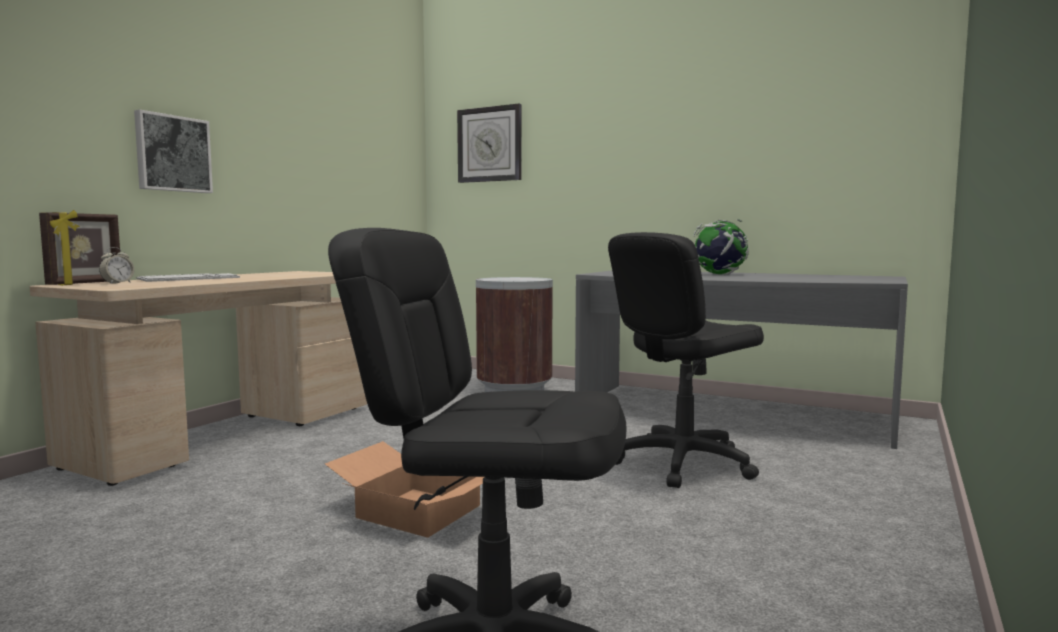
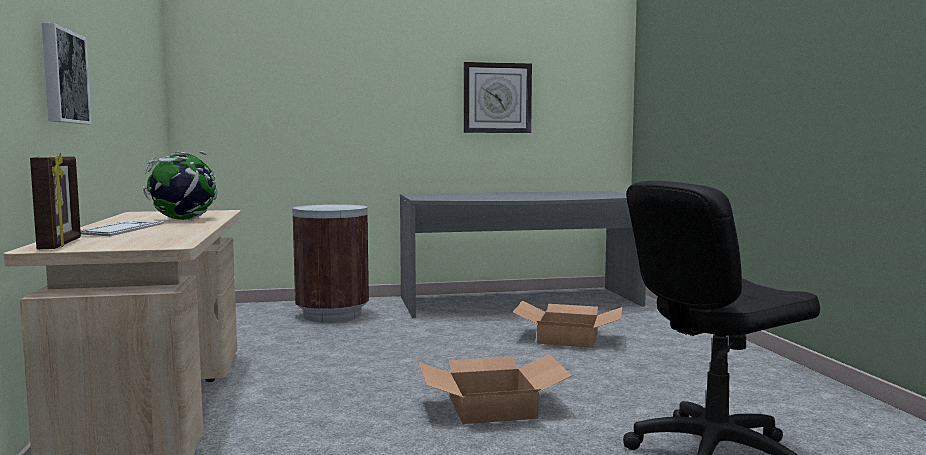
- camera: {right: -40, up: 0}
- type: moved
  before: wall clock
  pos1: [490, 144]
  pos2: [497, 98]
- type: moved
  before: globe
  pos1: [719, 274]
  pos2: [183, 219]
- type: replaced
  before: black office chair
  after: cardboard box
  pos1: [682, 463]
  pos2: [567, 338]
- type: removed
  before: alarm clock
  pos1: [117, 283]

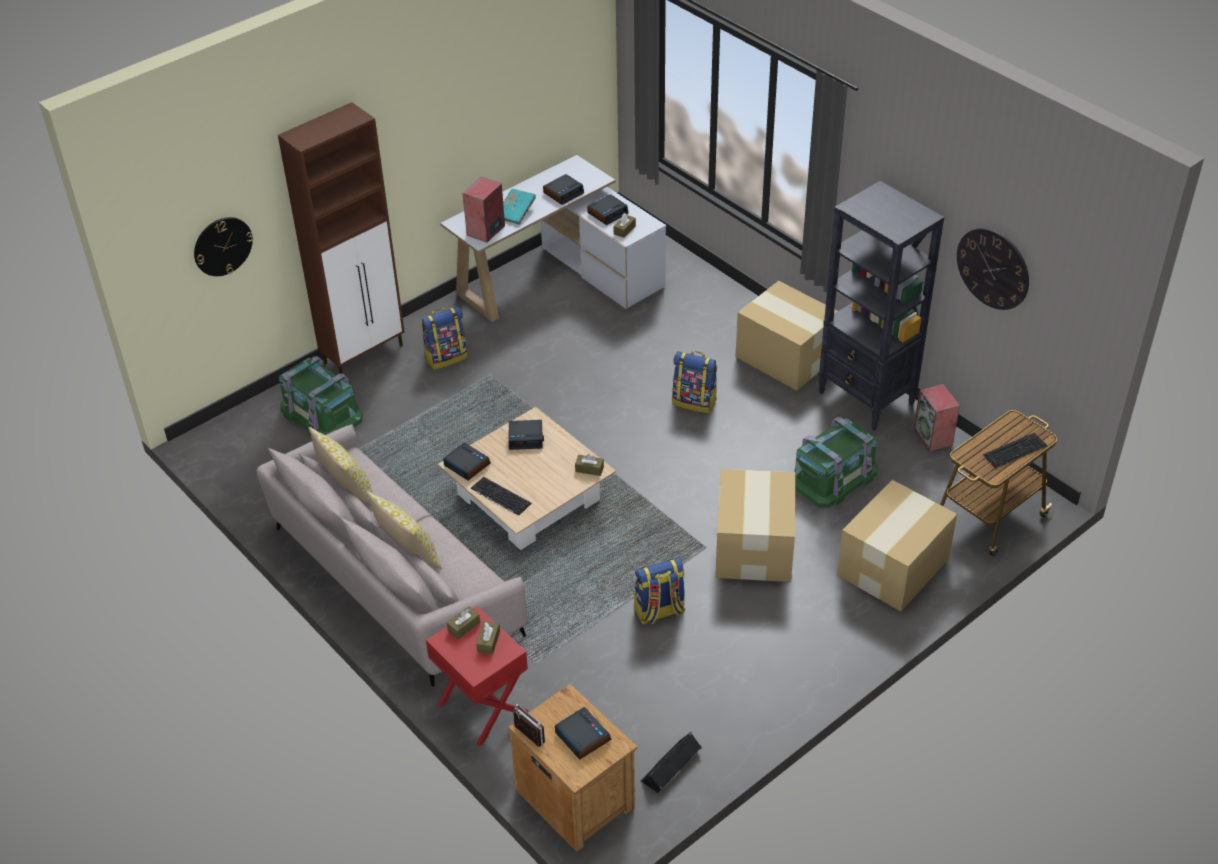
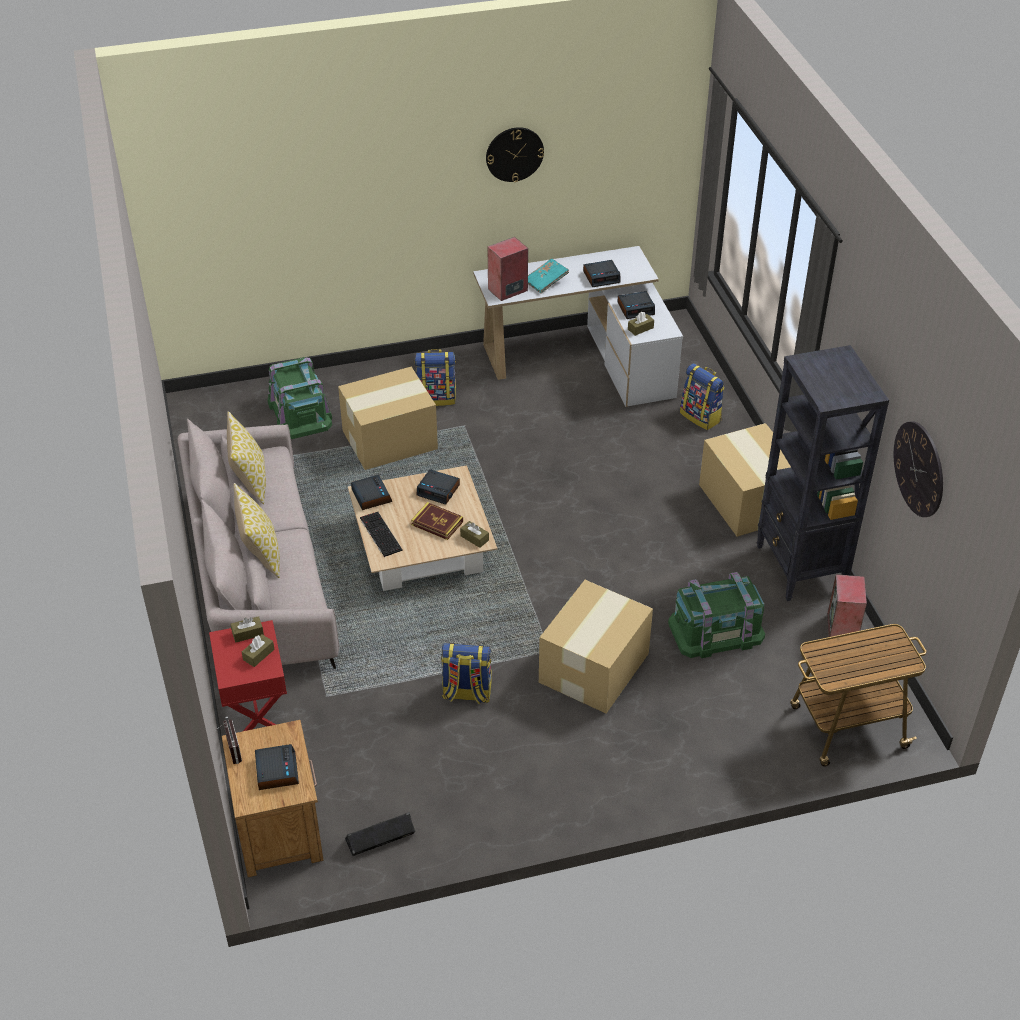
- camera: {right: 25, up: 0}
- type: removed
  before: brown cabinet
  pos1: [364, 354]
- type: moved
  before: wall clock
  pos1: [222, 246]
  pos2: [514, 154]
- type: moved
  before: backpack
  pos1: [695, 401]
  pos2: [701, 417]
- type: removed
  before: keyboard
  pos1: [1015, 450]
- type: moved
  before: cardboard box
  pos1: [894, 566]
  pos2: [391, 440]
- type: added
  after: book
  pos2: [437, 523]

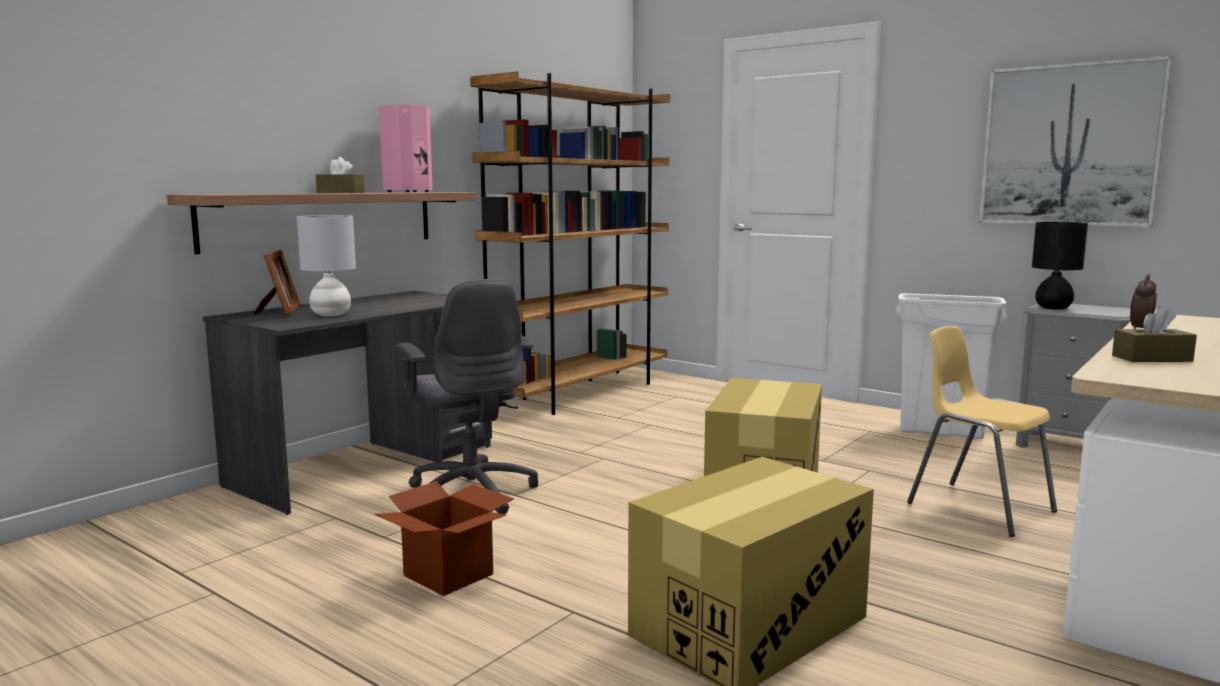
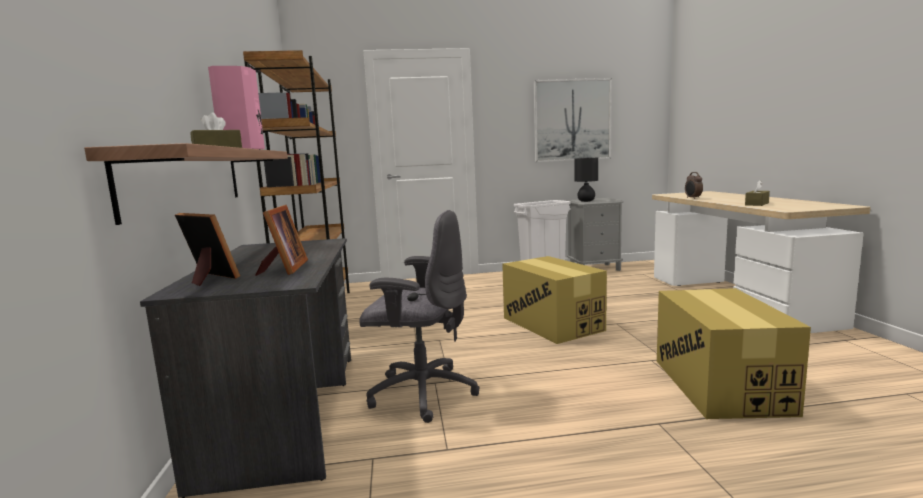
- camera: {right: -45, up: 0}
- type: replaced
  before: grey table lamp
  after: picture frame
  pos1: [331, 314]
  pos2: [284, 269]
- type: removed
  before: yellow chair
  pos1: [978, 507]
- type: removed
  before: cardboard box
  pos1: [448, 575]

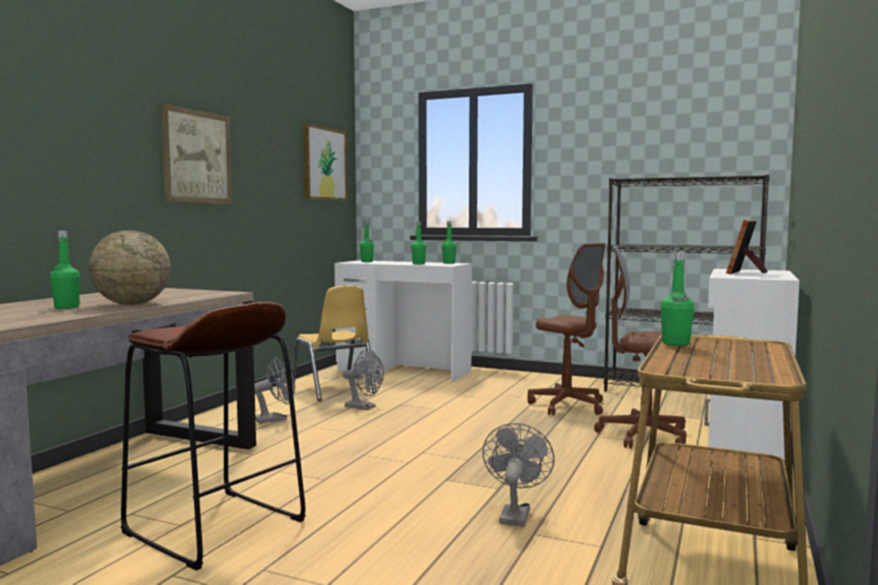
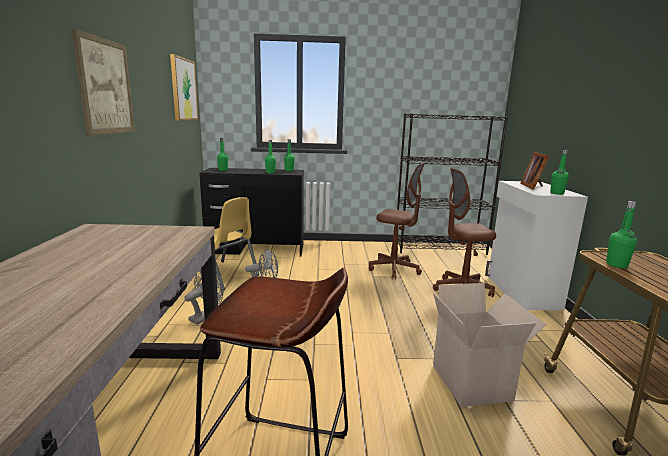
- camera: {right: -25, up: 10}
- type: removed
  before: globe
  pos1: [132, 304]
- type: moved
  before: green bottle
  pos1: [66, 307]
  pos2: [557, 193]
- type: recoloured
  before: white desk
  after: black desk
  pos1: [403, 370]
  pos2: [256, 249]
- type: replaced
  before: grey fan
  after: cardboard box
  pos1: [515, 514]
  pos2: [474, 383]

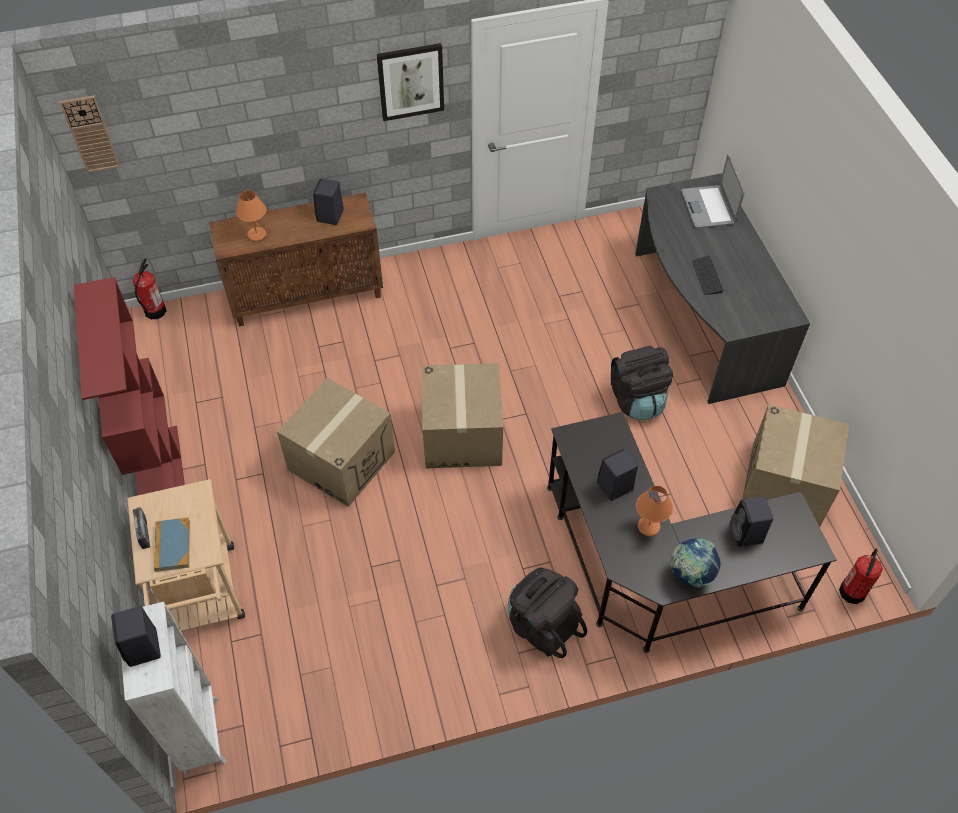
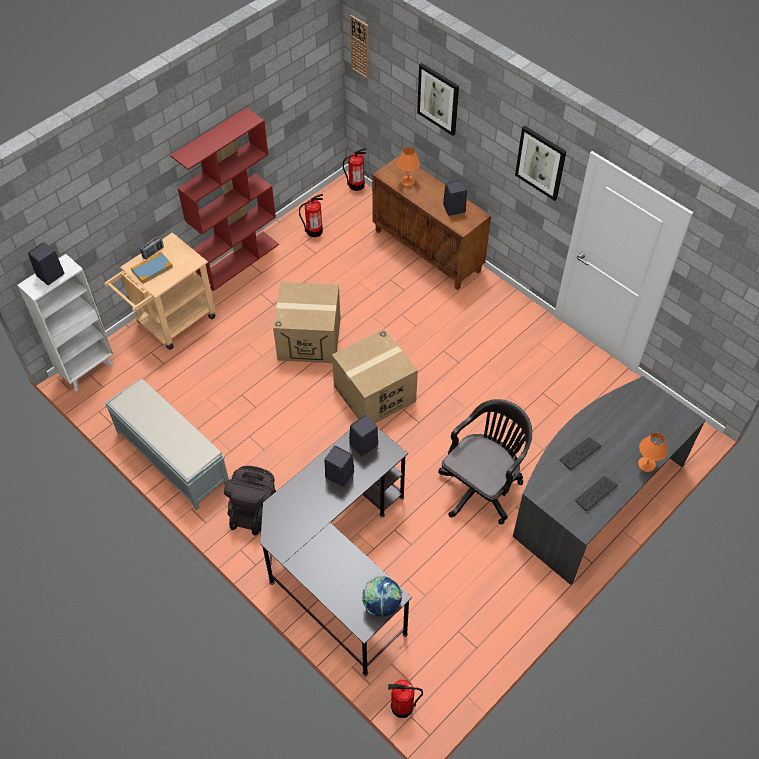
- camera: {right: 60, up: 0}
- type: removed
  before: laptop
  pos1: [708, 207]
- type: replaced
  before: black backpack
  after: black office chair
  pos1: [637, 399]
  pos2: [482, 486]
- type: removed
  before: cardboard box
  pos1: [785, 484]
- type: moved
  before: orange table lamp
  pos1: [648, 526]
  pos2: [646, 464]
- type: moved
  before: black speaker
  pos1: [747, 534]
  pos2: [363, 445]
- type: moved
  before: globe
  pos1: [691, 573]
  pos2: [382, 604]
- type: added
  after: picture
  pos2: [438, 99]
- type: added
  after: fire extinguisher
  pos2: [314, 231]
- type: added
  after: grey bench
  pos2: [171, 457]
- type: added
  after: keyboard
  pos2: [595, 493]

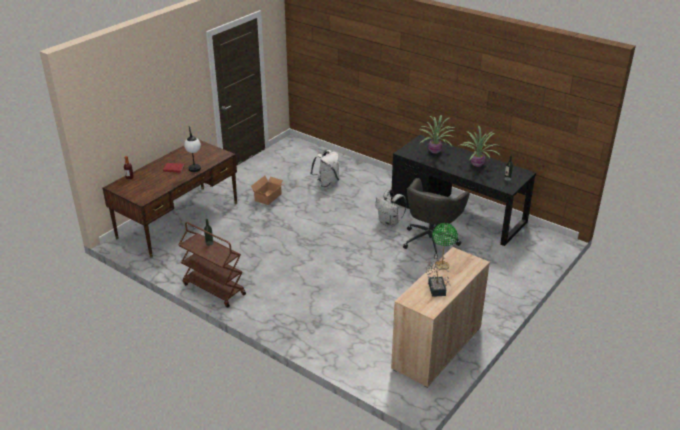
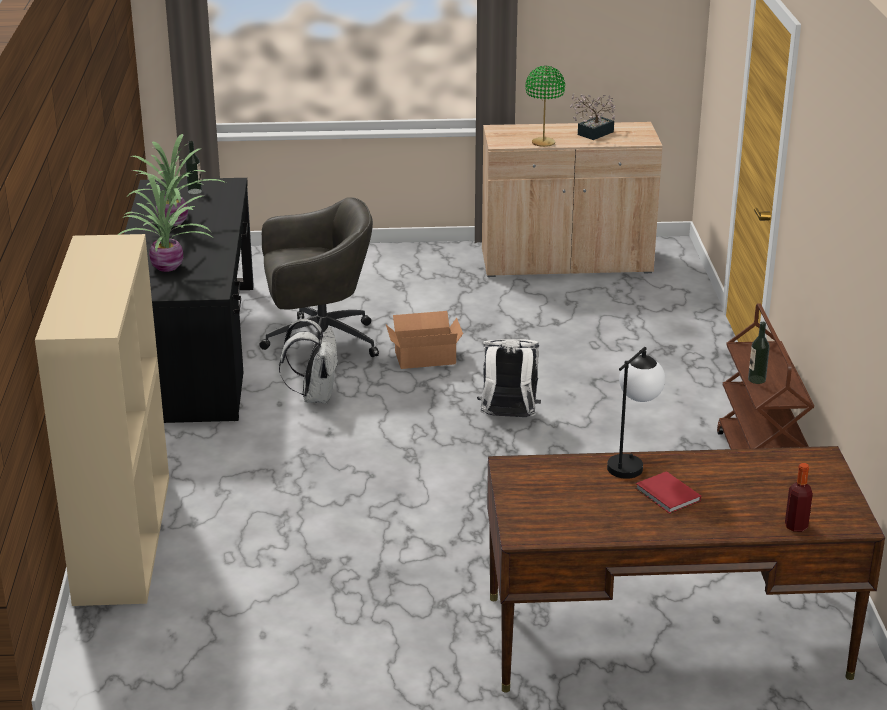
- camera: {right: -130, up: -5}
- type: moved
  before: white backpack
  pos1: [326, 183]
  pos2: [508, 418]
- type: moved
  before: cardboard box
  pos1: [269, 197]
  pos2: [423, 356]
- type: added
  after: beige bookcase
  pos2: [122, 537]

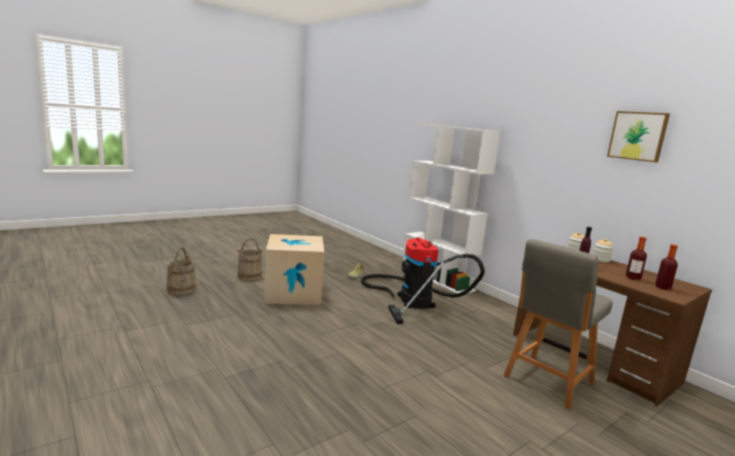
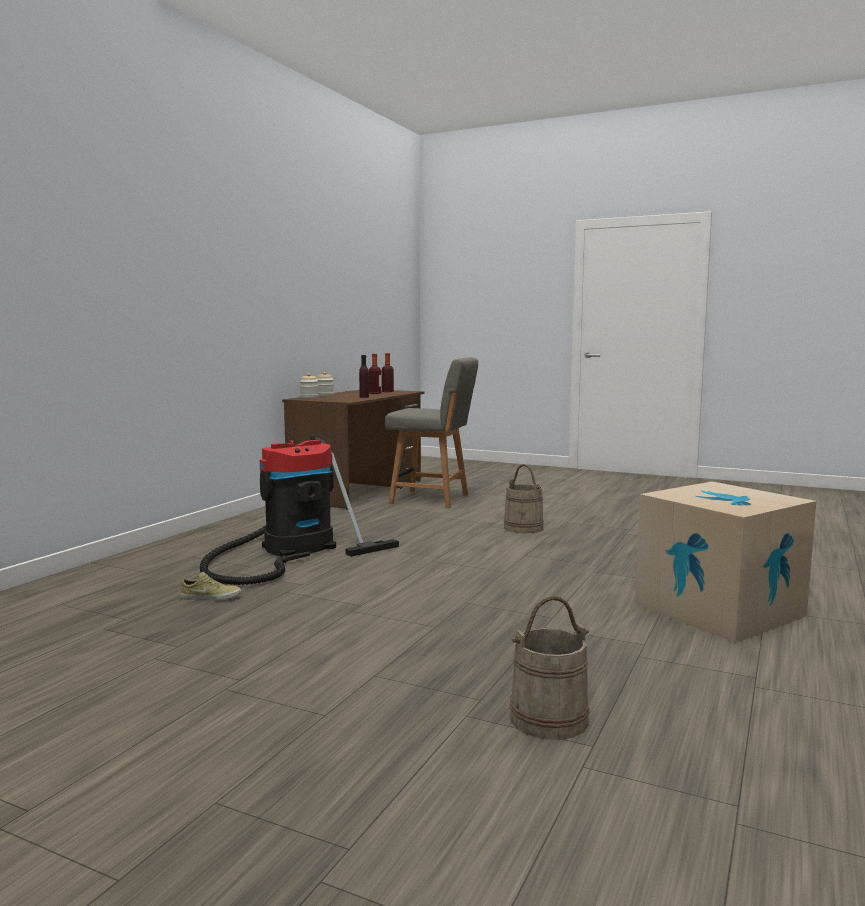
- camera: {right: -115, up: -5}
- type: removed
  before: picture
  pos1: [638, 136]
- type: removed
  before: white bookcase
  pos1: [437, 279]
- type: moved
  before: cardboard box
  pos1: [293, 293]
  pos2: [719, 610]
- type: moved
  before: beige bucket
  pos1: [249, 276]
  pos2: [523, 528]

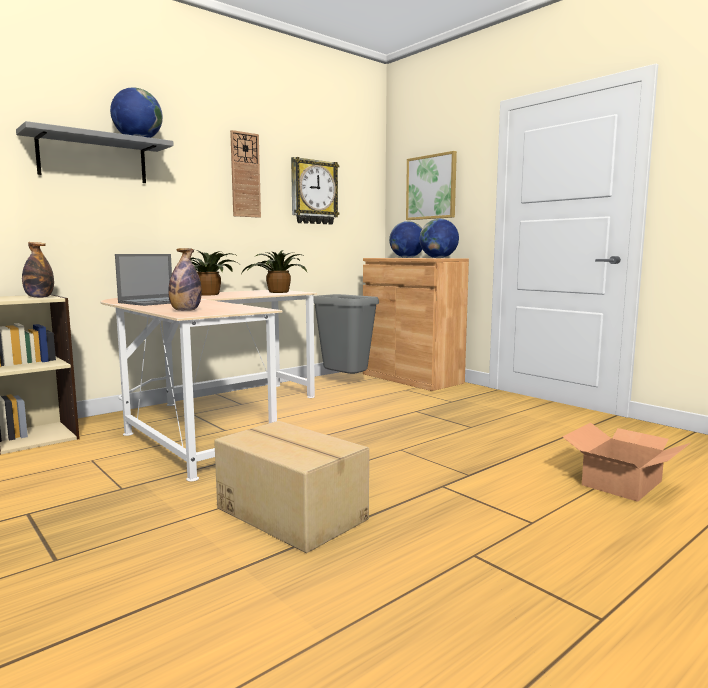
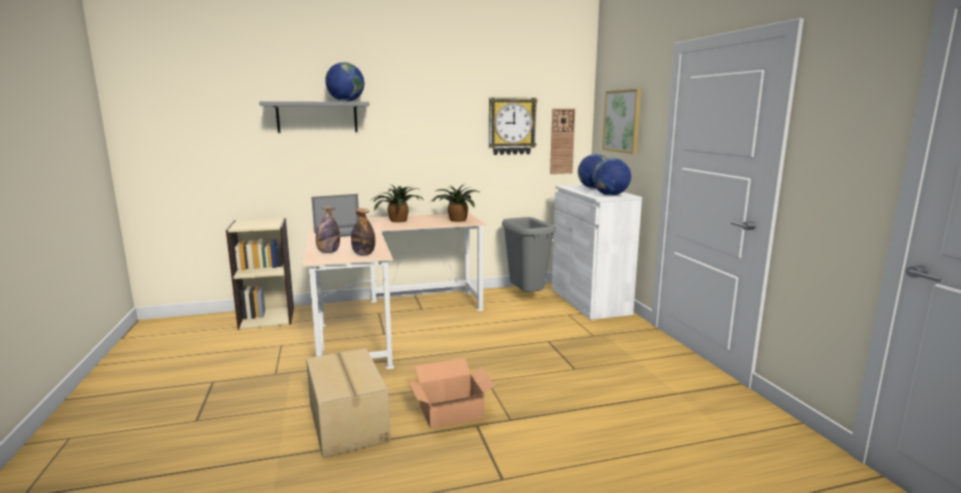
- camera: {right: 25, up: 5}
- type: moved
  before: wall clock
  pos1: [245, 175]
  pos2: [562, 141]
- type: moved
  before: bottle
  pos1: [39, 297]
  pos2: [363, 254]
- type: recoloured
  before: brown cabinet
  after: white cabinet
  pos1: [411, 378]
  pos2: [589, 301]
- type: moved
  before: cardboard box
  pos1: [623, 483]
  pos2: [452, 412]

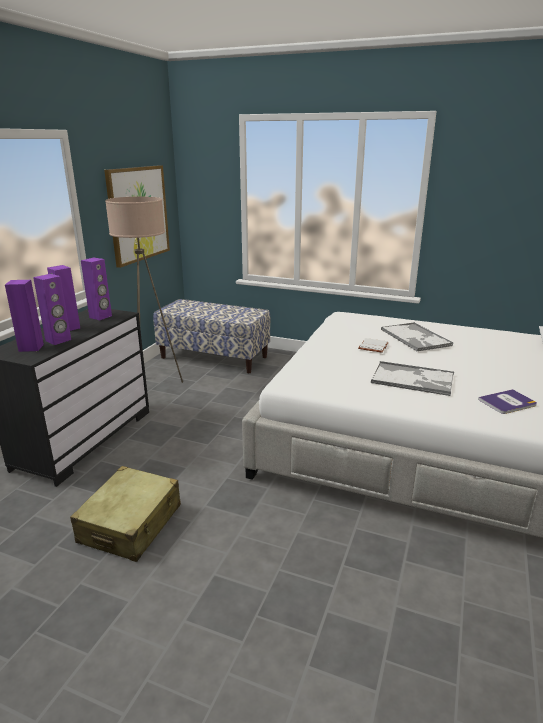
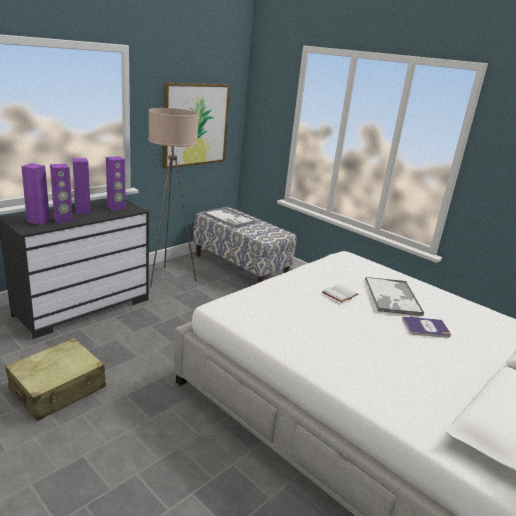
- camera: {right: 20, up: 0}
- type: moved
  before: tray
  pos1: [413, 379]
  pos2: [229, 218]
- type: moved
  before: book
  pos1: [507, 402]
  pos2: [426, 328]

